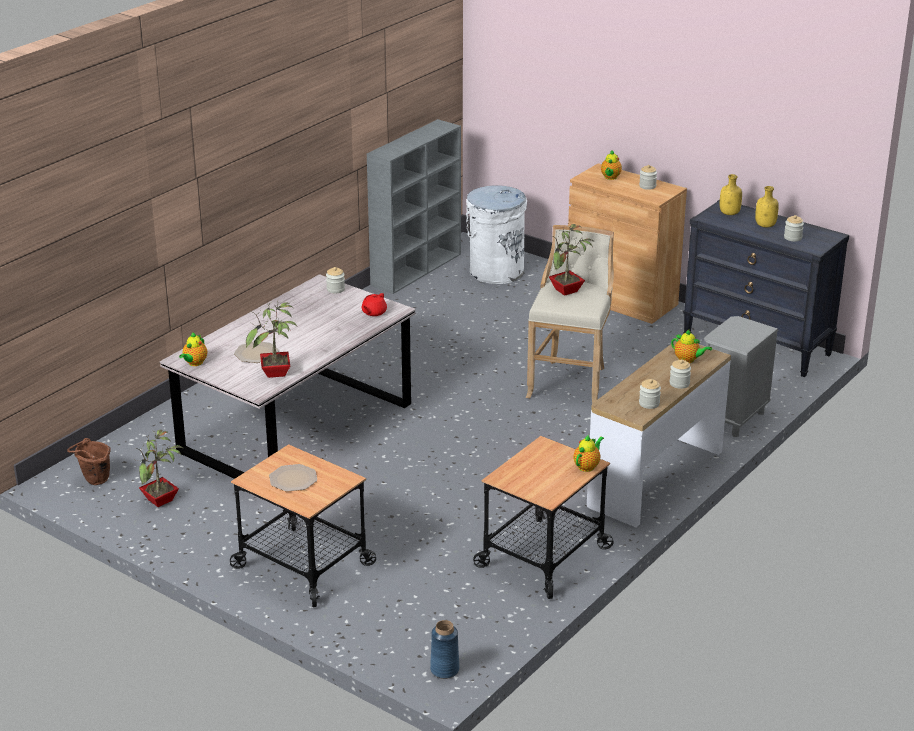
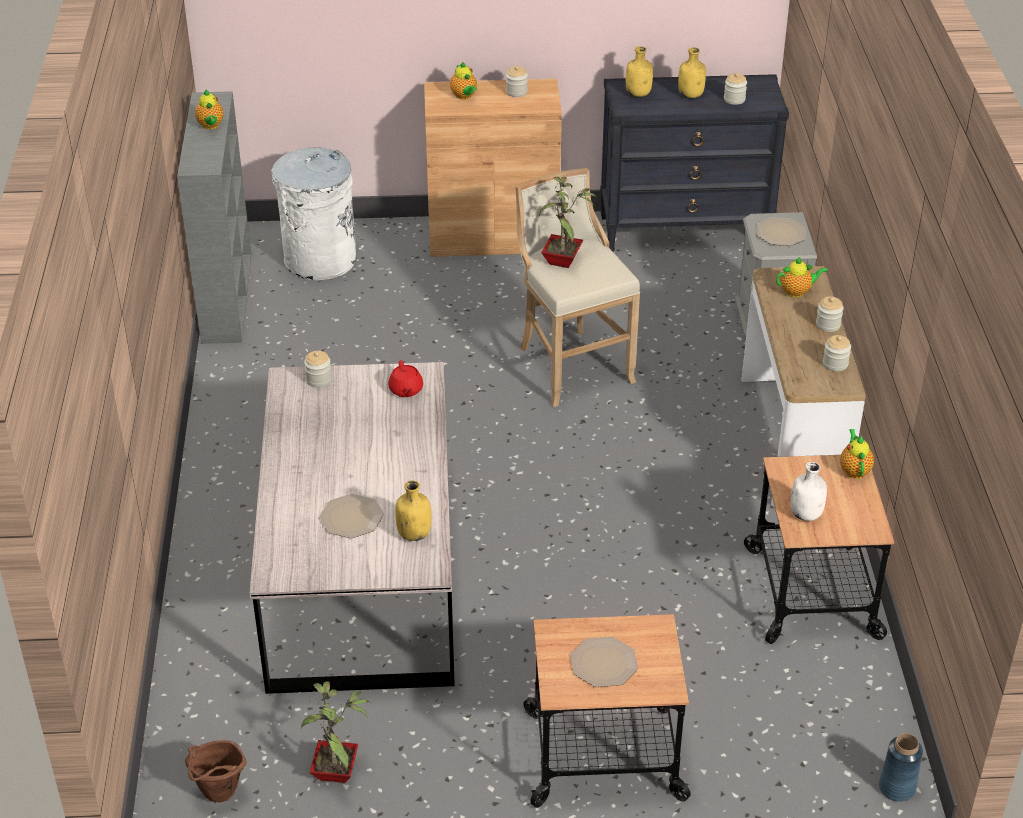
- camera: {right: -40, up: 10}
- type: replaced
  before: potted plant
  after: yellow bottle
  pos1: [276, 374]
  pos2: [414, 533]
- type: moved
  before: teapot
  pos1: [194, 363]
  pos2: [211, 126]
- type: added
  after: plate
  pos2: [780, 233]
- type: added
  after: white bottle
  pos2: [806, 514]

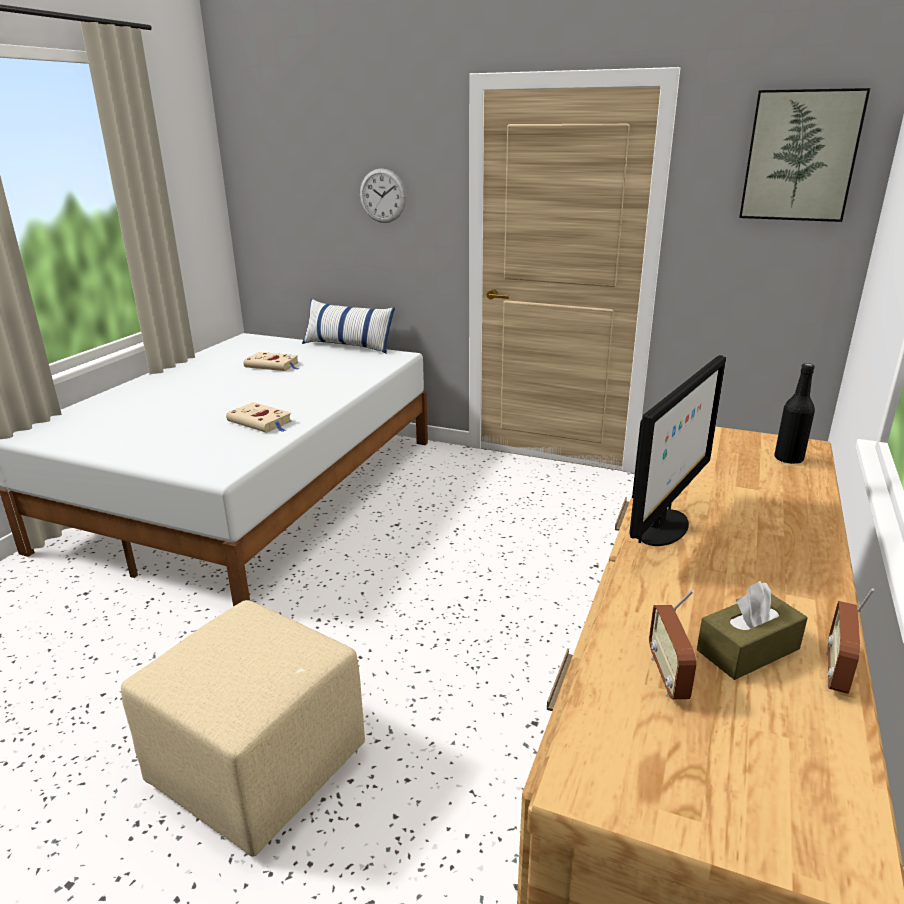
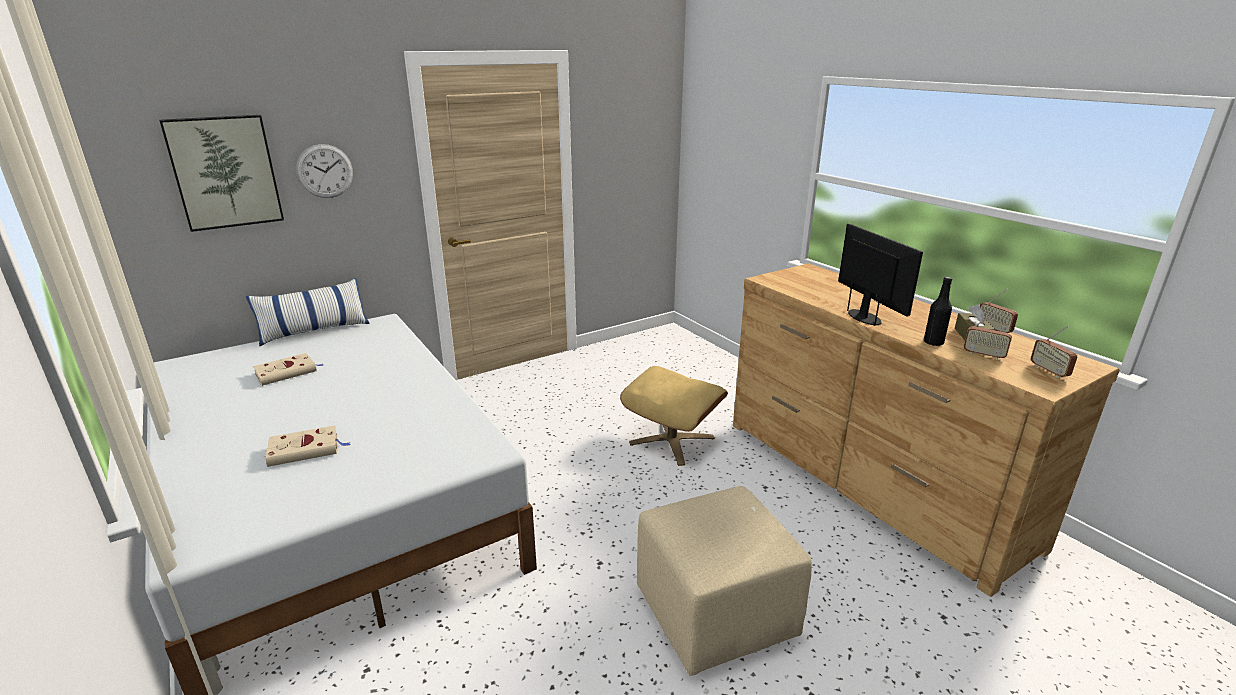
- camera: {right: -55, up: 0}
- type: moved
  before: picture
  pos1: [800, 156]
  pos2: [225, 172]
- type: moved
  before: black bottle
  pos1: [788, 459]
  pos2: [933, 342]
- type: moved
  before: beige book
  pos1: [261, 422]
  pos2: [306, 449]
- type: added
  after: radio
  pos2: [1049, 371]
- type: added
  after: beige ottoman
  pos2: [672, 440]

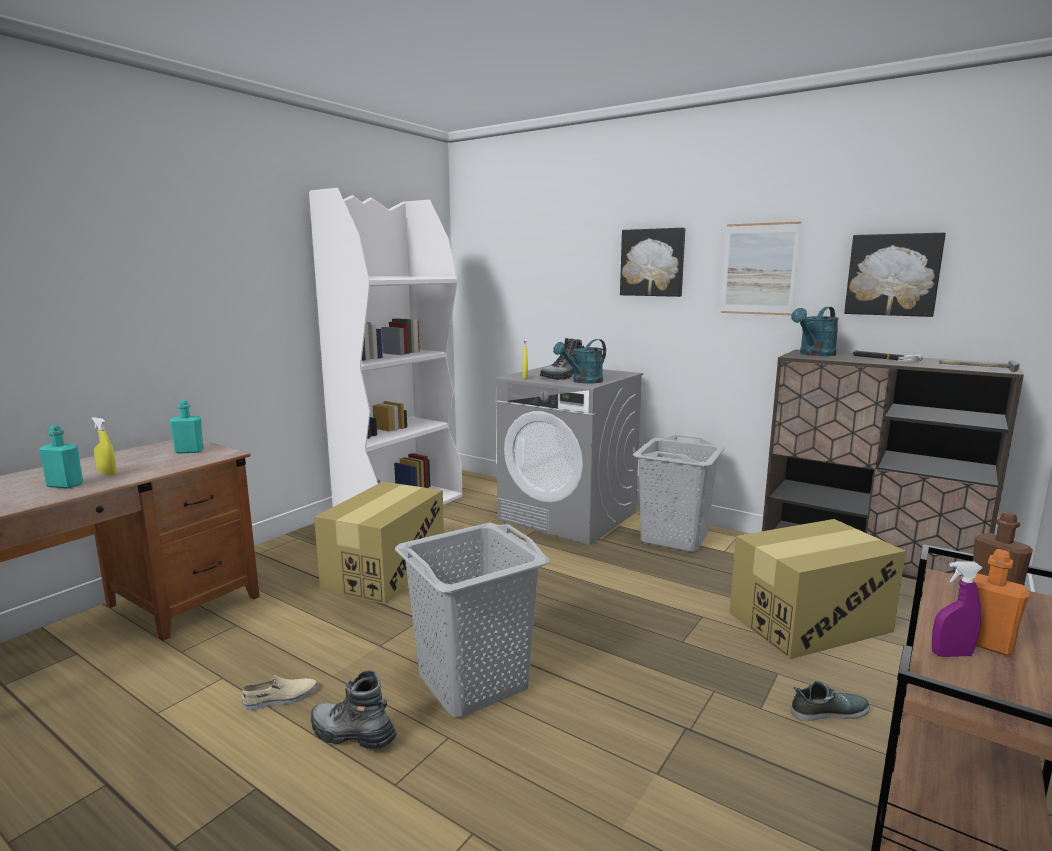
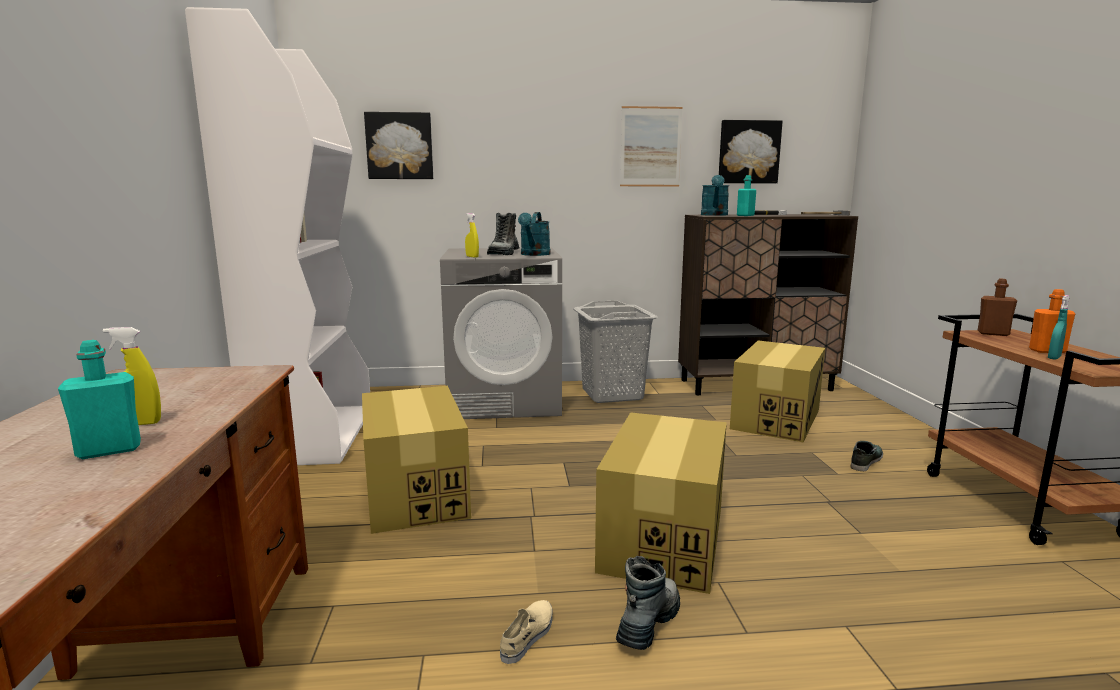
- camera: {right: -40, up: 0}
- type: moved
  before: picture
  pos1: [653, 262]
  pos2: [399, 146]
- type: moved
  before: turquoise bottle
  pos1: [189, 451]
  pos2: [745, 215]
- type: replaced
  before: grey laundry basket
  after: cardboard box
  pos1: [474, 682]
  pos2: [663, 539]
- type: recoloured
  before: purple spray bottle
  after: turquoise spray bottle
  pos1: [951, 654]
  pos2: [1054, 358]
- type: turned
  before: boot
  pos1: [352, 734]
  pos2: [648, 622]
  turn: 135

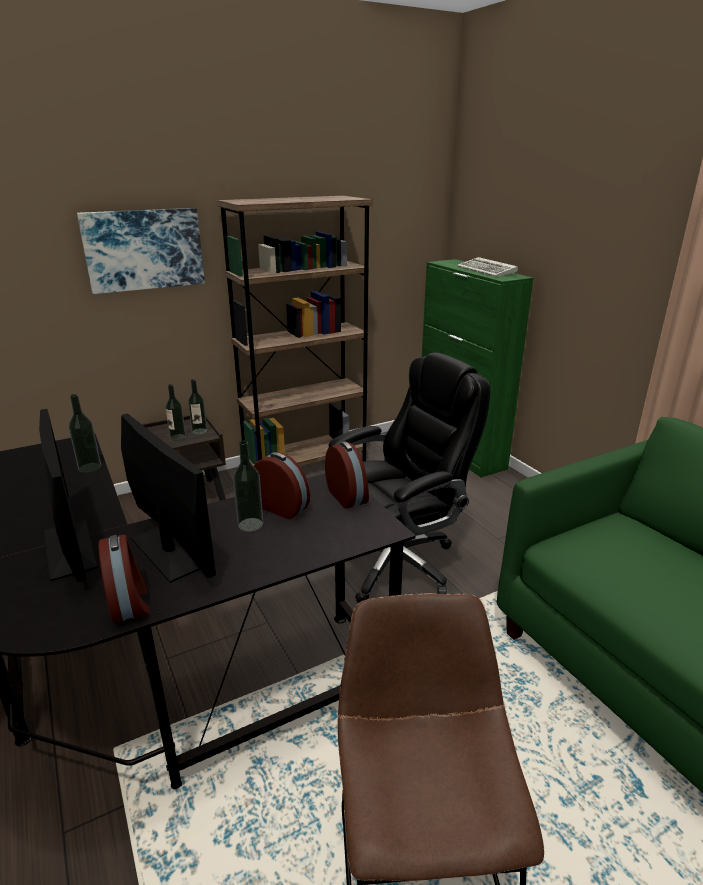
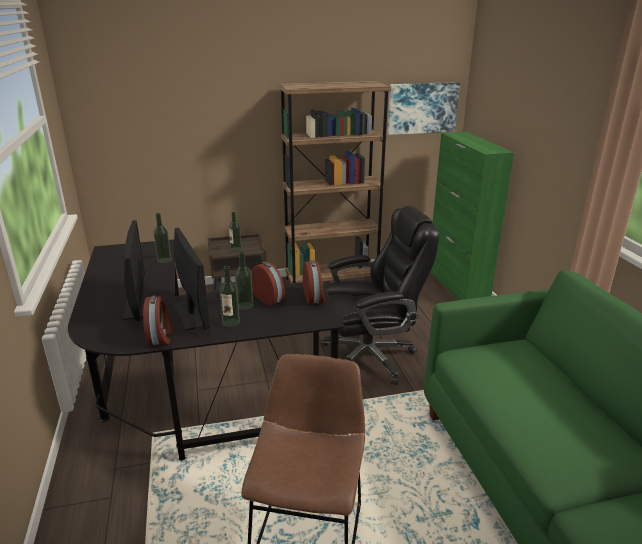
- camera: {right: 15, up: 0}
- type: moved
  before: picture
  pos1: [144, 249]
  pos2: [422, 108]
- type: removed
  before: keyboard
  pos1: [487, 271]
- type: moved
  before: bottle
  pos1: [199, 431]
  pos2: [231, 323]

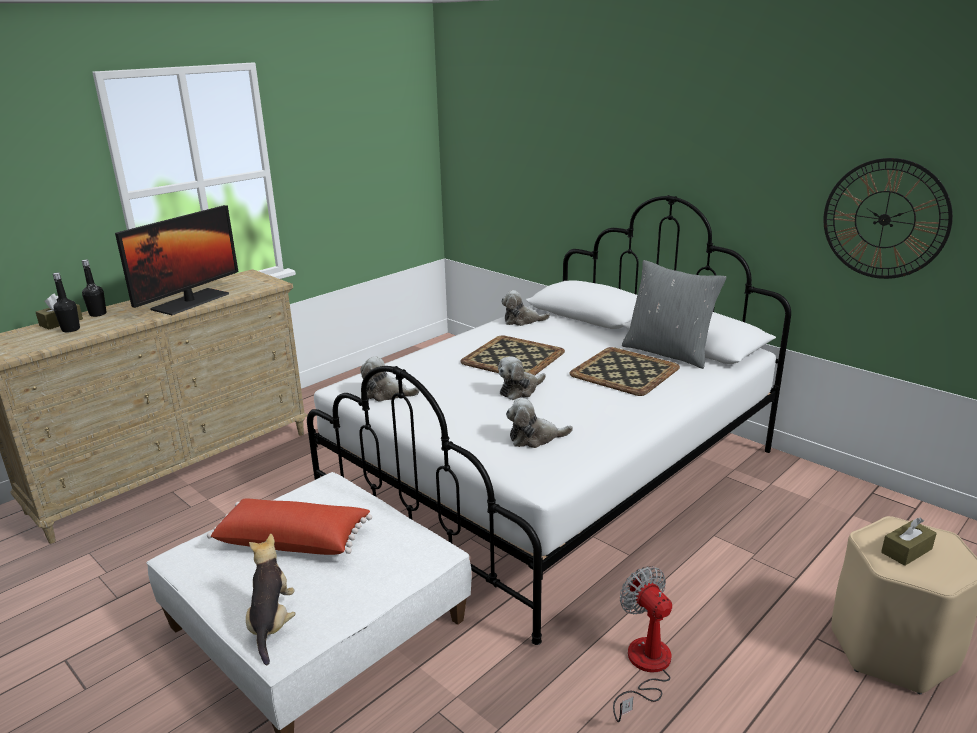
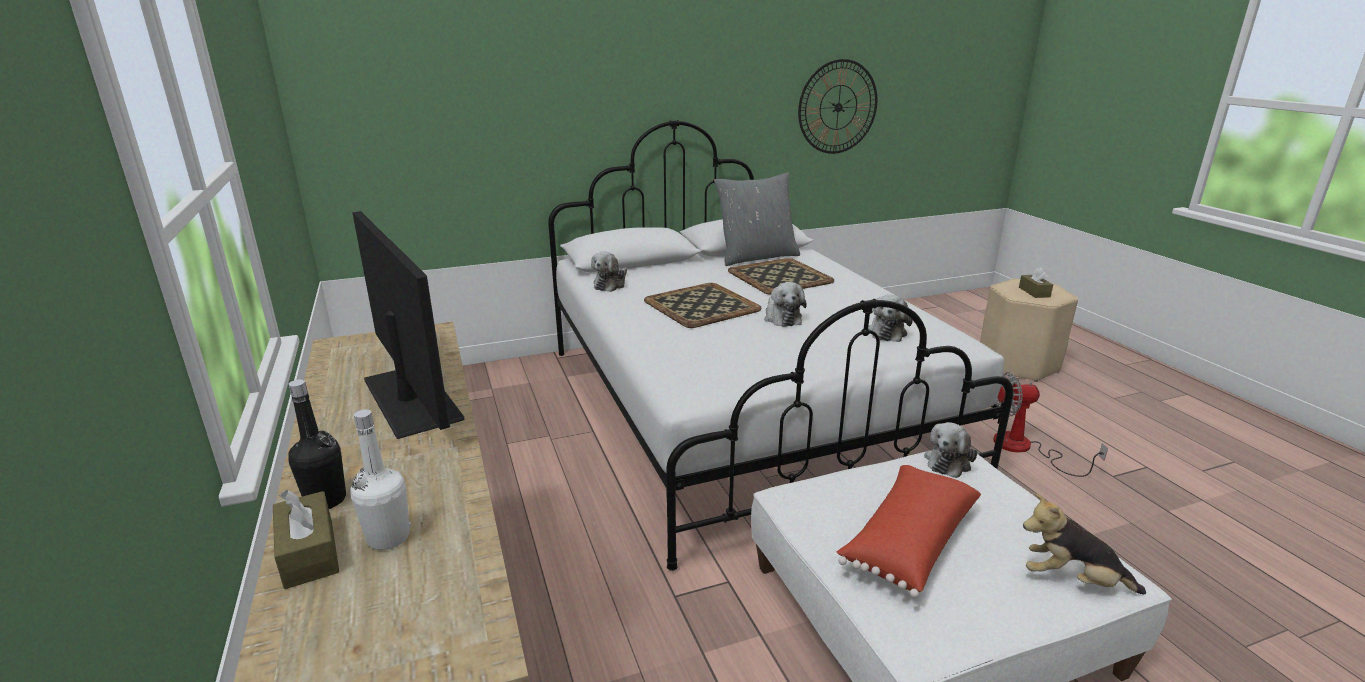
- camera: {right: -65, up: 0}
- type: recoloured
  before: black bottle
  after: white bottle
  pos1: [71, 329]
  pos2: [388, 537]
- type: moved
  before: plush toy
  pos1: [387, 394]
  pos2: [948, 461]

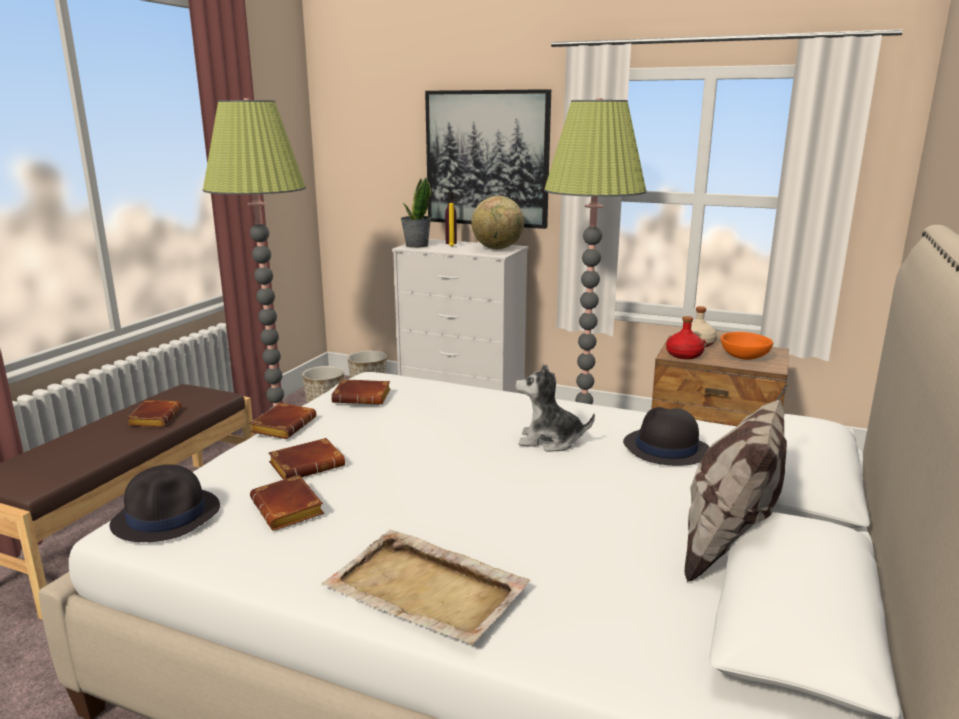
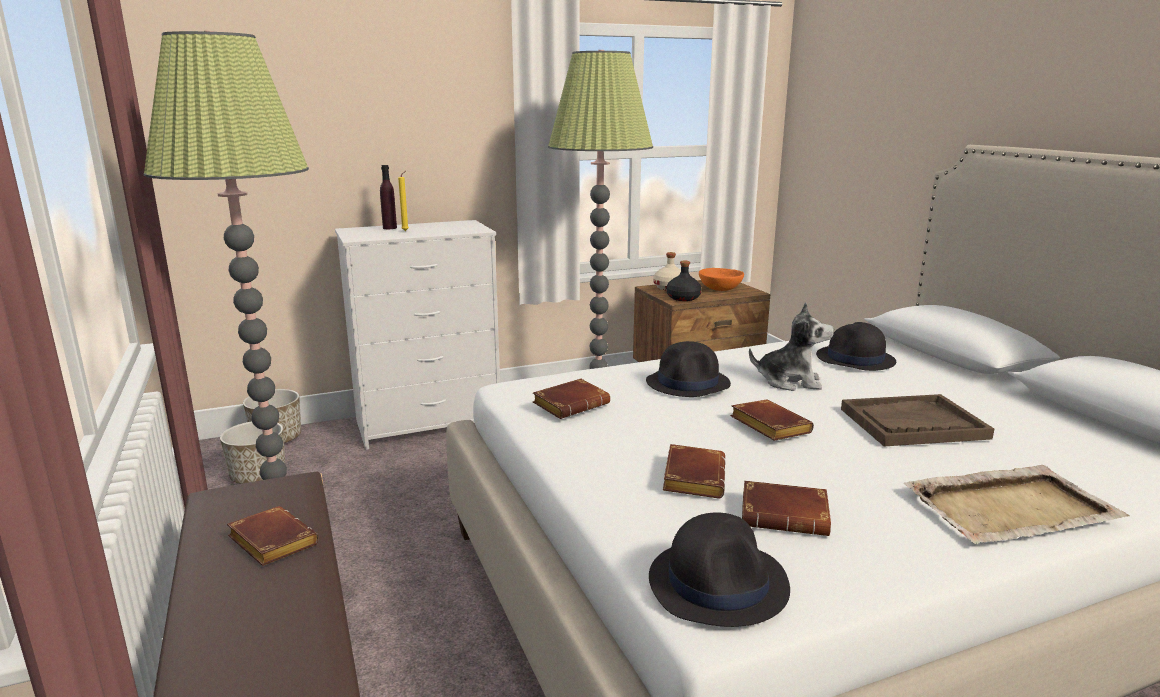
- camera: {right: -45, up: 0}
- type: removed
  before: picture
  pos1: [487, 159]
- type: removed
  before: potted plant
  pos1: [416, 245]
- type: removed
  before: globe
  pos1: [497, 248]
- type: recoloured
  before: red bottle
  after: black bottle
  pos1: [683, 355]
  pos2: [683, 298]
- type: turned
  before: plush toy
  pos1: [549, 441]
  pos2: [789, 382]
  turn: -135
- type: removed
  before: pillow
  pos1: [728, 546]
- type: moved
  before: brown book
  pos1: [283, 426]
  pos2: [767, 426]
- type: added
  after: black hat
  pos2: [688, 383]
- type: added
  after: brown tray
  pos2: [913, 424]

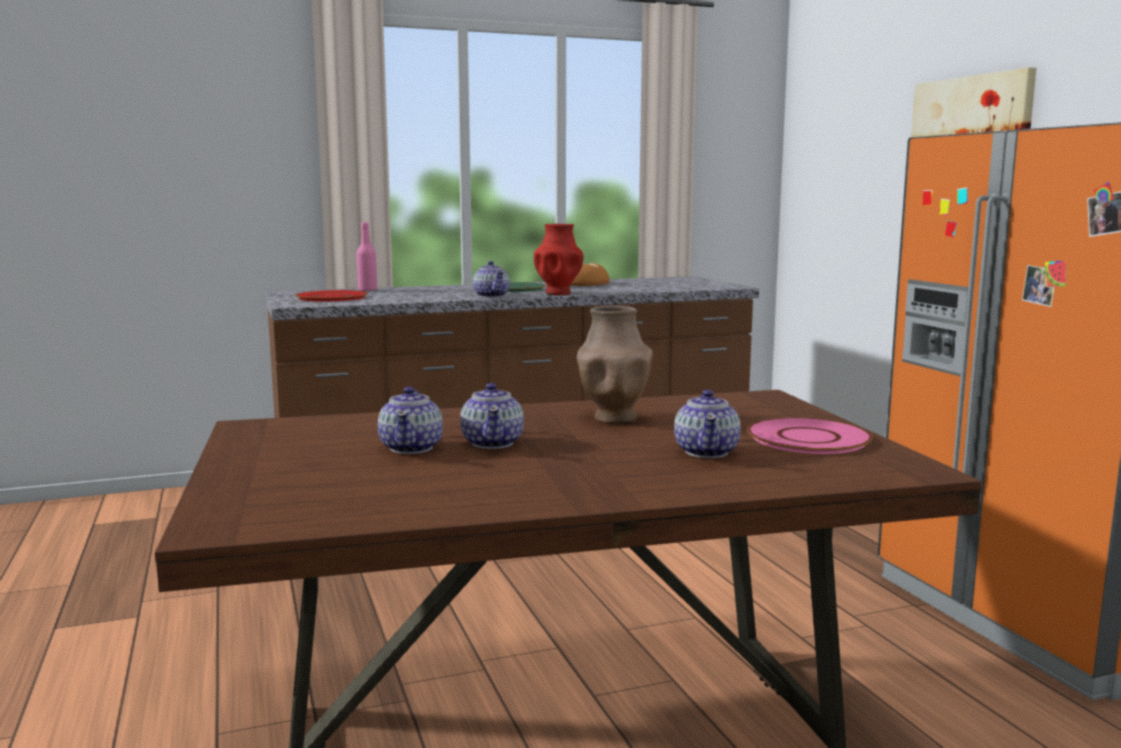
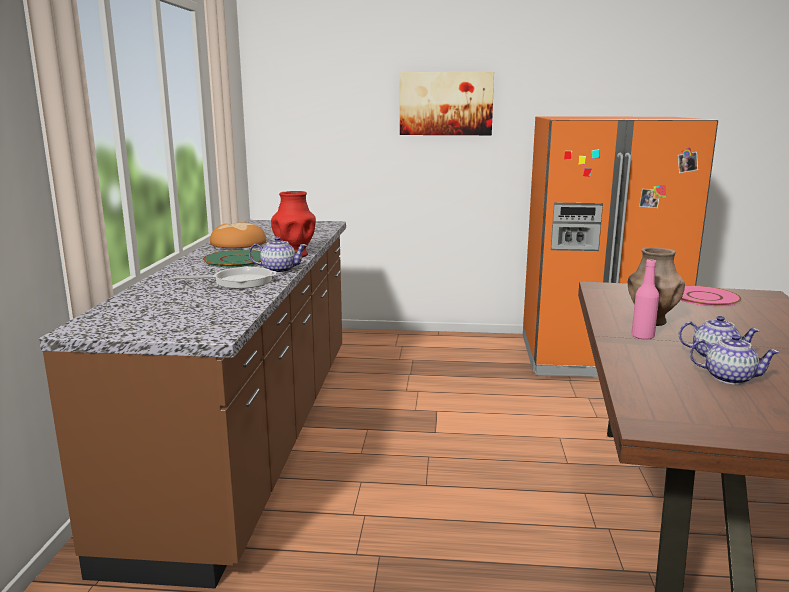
- camera: {right: -65, up: 5}
- type: moved
  before: pink bottle
  pos1: [367, 290]
  pos2: [642, 336]
- type: removed
  before: red plate
  pos1: [332, 297]
- type: removed
  before: teapot
  pos1: [707, 452]
- type: added
  after: frying pan
  pos2: [239, 281]

